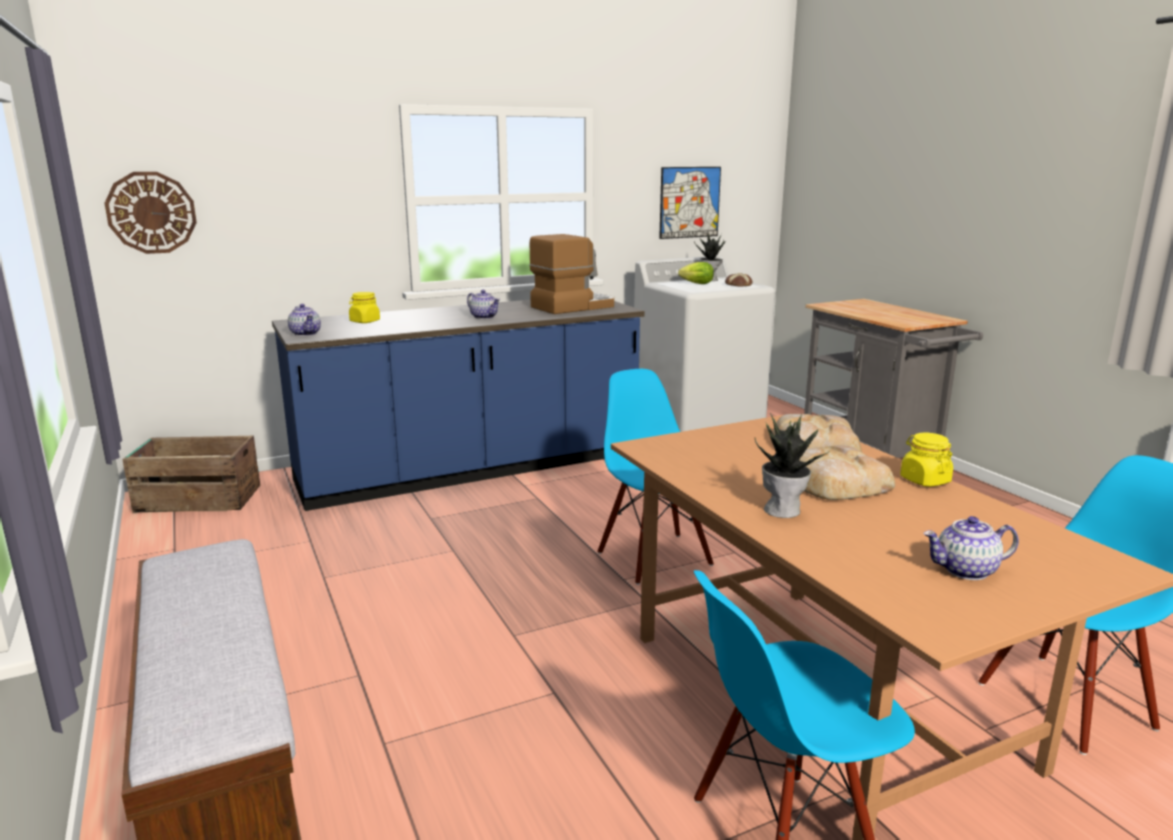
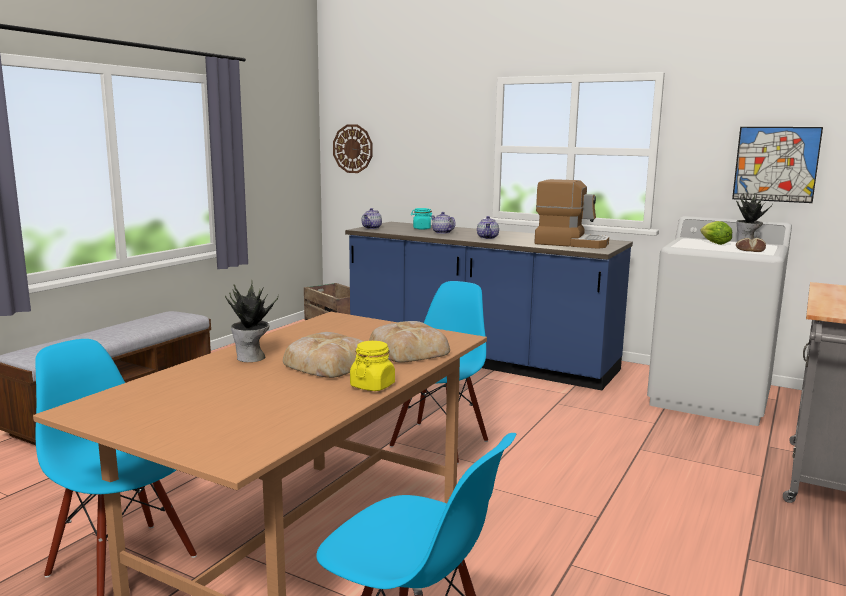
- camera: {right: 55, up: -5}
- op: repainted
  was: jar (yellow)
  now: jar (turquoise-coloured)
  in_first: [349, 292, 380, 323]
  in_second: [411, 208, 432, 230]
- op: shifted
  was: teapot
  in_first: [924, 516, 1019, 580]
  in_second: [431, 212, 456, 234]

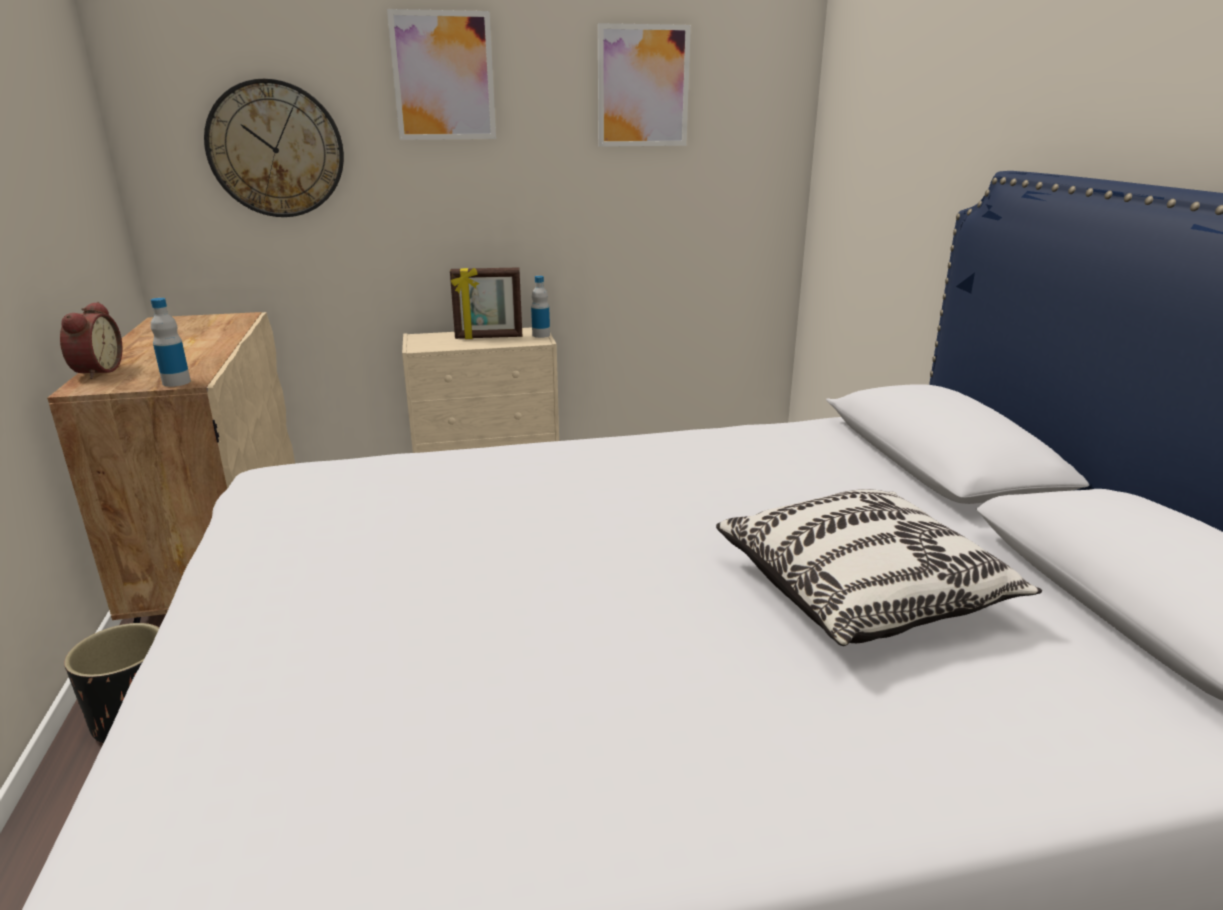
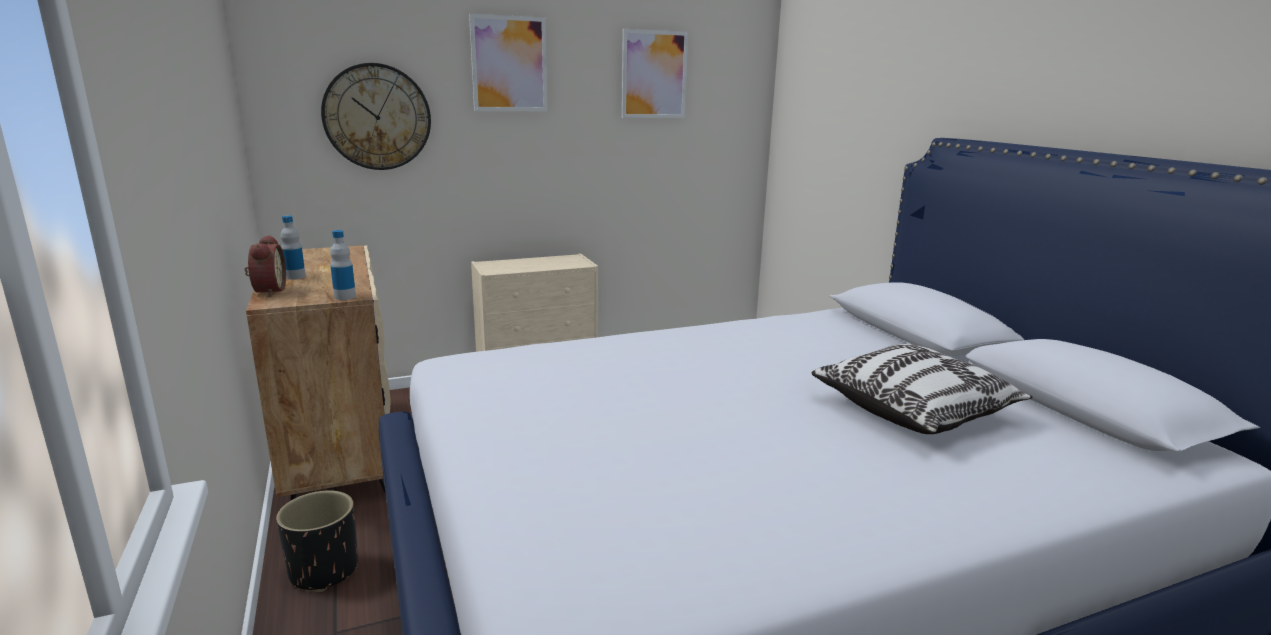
- camera: {right: -10, up: -5}
- op: gone
  was: standing frame
  in_first: [450, 267, 522, 339]
- op: shifted
  was: drink bottle
  in_first: [531, 276, 550, 338]
  in_second: [280, 216, 306, 280]

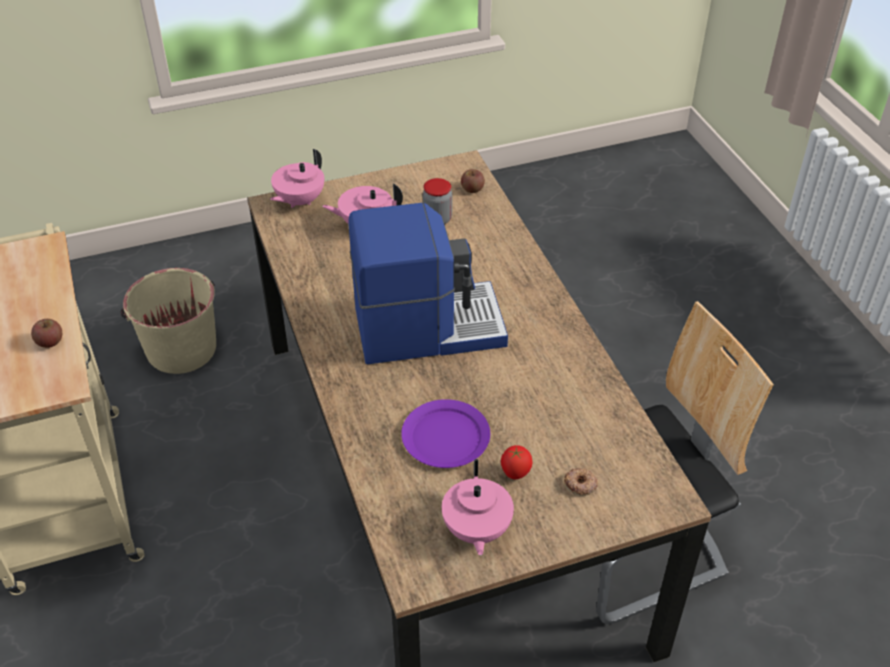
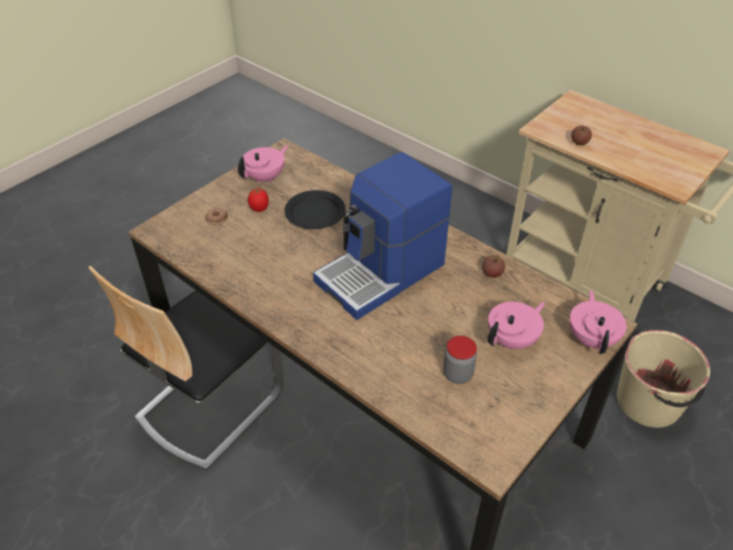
- camera: {right: 150, up: 0}
- op: repainted
  was: dinner plate (purple-coloured)
  now: dinner plate (black-coloured)
  in_first: [401, 399, 490, 468]
  in_second: [284, 190, 345, 229]
- op: rotated
  was: teapot (pinkish)
  in_first: [442, 459, 514, 556]
  in_second: [238, 145, 288, 183]
  clockwise: 75
- op: shifted
  was: apple
  in_first: [461, 169, 485, 193]
  in_second: [482, 255, 505, 278]

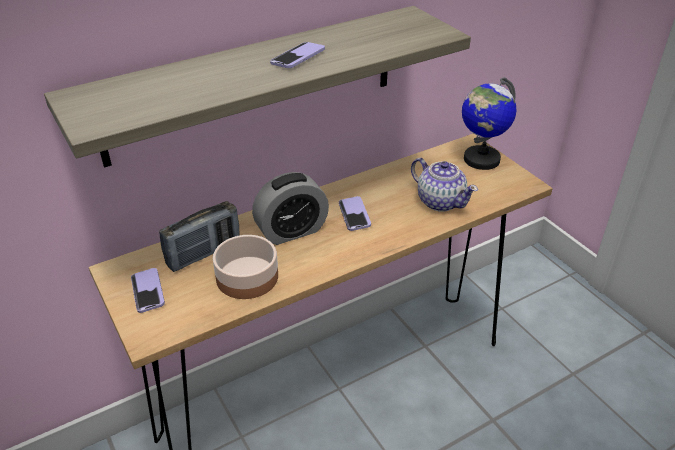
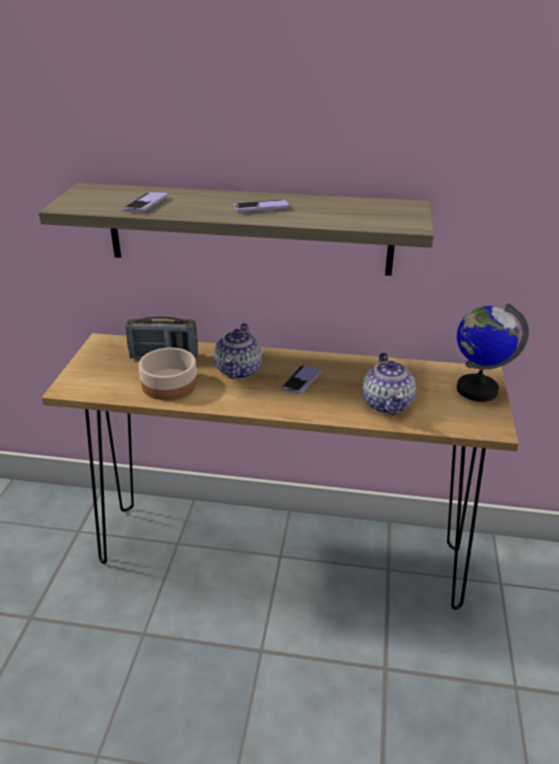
- camera: {right: 40, up: -5}
- op: shifted
  was: telephone
  in_first: [131, 268, 165, 313]
  in_second: [122, 192, 168, 212]
- op: swapped
  was: alarm clock
  now: teapot
  in_first: [252, 172, 329, 245]
  in_second: [214, 323, 263, 379]

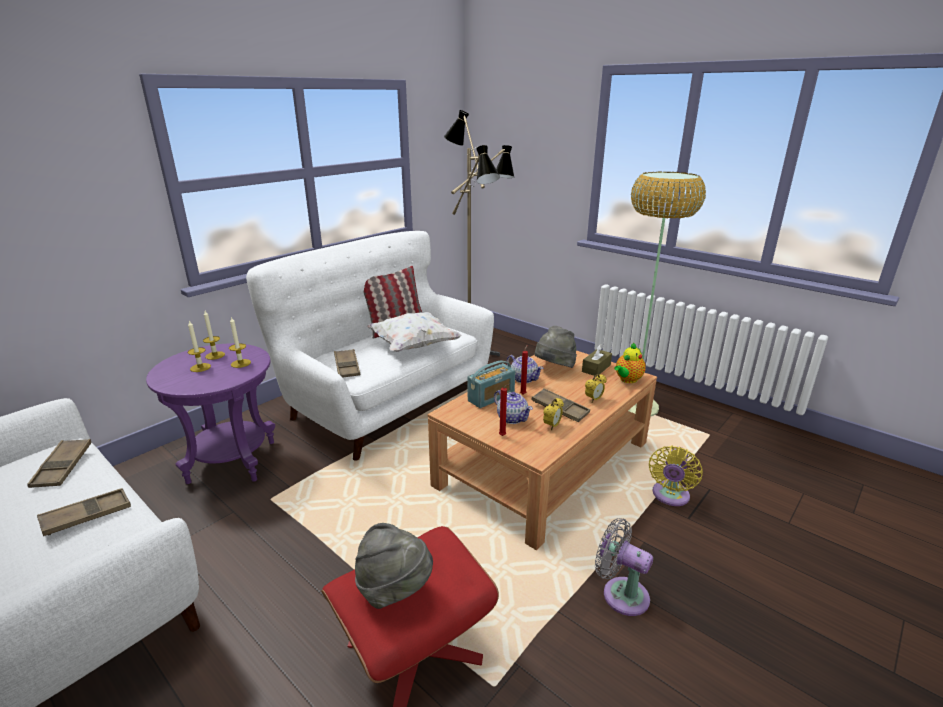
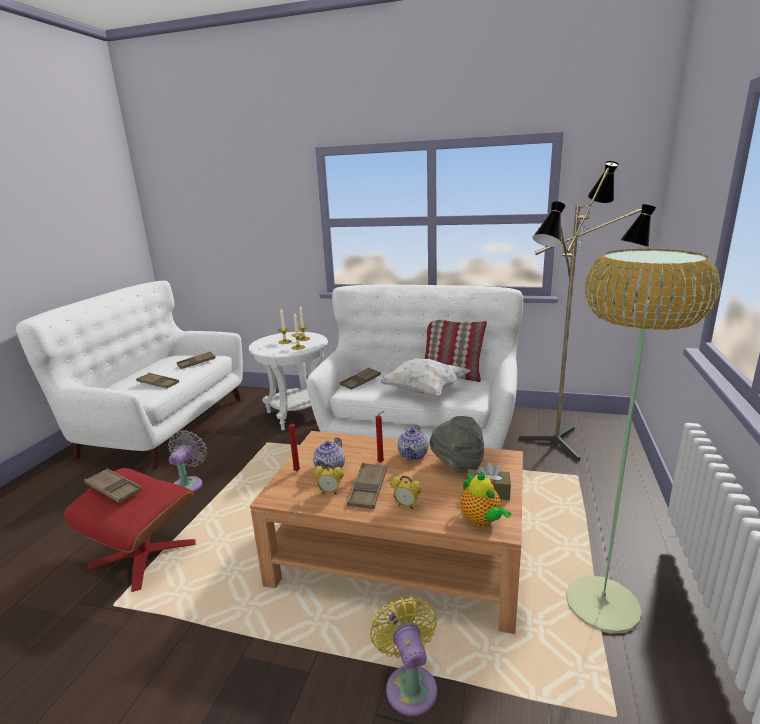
- camera: {right: 65, up: -5}
- op: repainted
  was: accent table (purple-coloured)
  now: accent table (white)
  in_first: [146, 343, 275, 484]
  in_second: [249, 332, 328, 430]
- op: swapped
  was: hat (grey)
  now: carrying tray (brownish)
  in_first: [355, 523, 433, 609]
  in_second: [84, 468, 142, 503]
- op: gone
  was: radio
  in_first: [468, 361, 515, 408]
- op: shifted
  was: fan (grey)
  in_first: [595, 518, 653, 616]
  in_second: [168, 430, 207, 492]
- op: rotated
  was: teapot
  in_first: [614, 343, 646, 383]
  in_second: [460, 472, 511, 527]
  clockwise: -135
- op: rotated
  was: fan (yellow)
  in_first: [649, 446, 703, 506]
  in_second: [370, 596, 437, 716]
  clockwise: 75

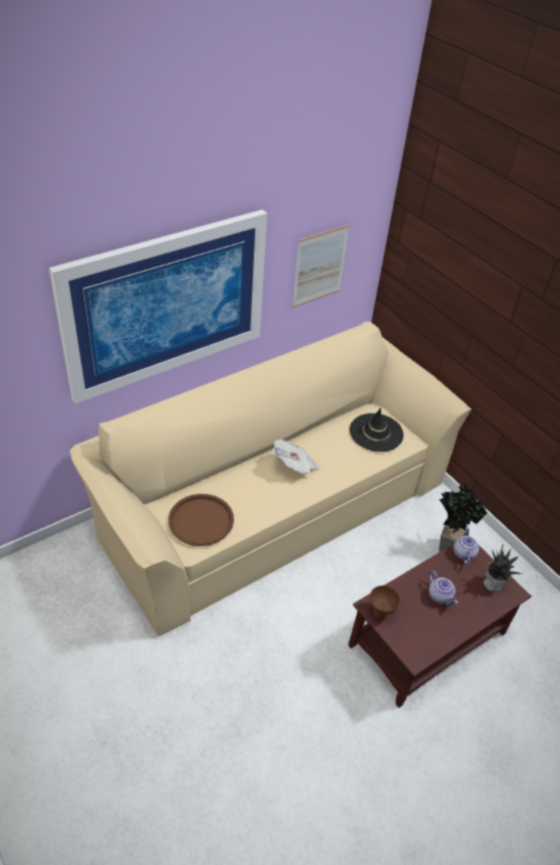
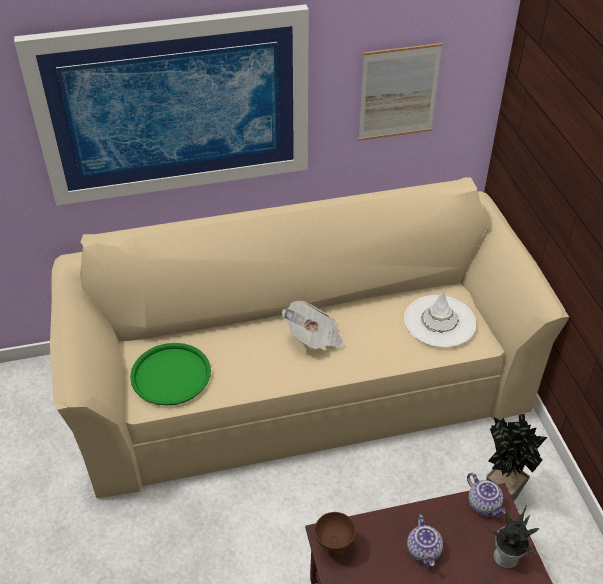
- camera: {right: 25, up: 0}
- op: repainted
  was: carrying tray (brownish)
  now: carrying tray (green)
  in_first: [168, 494, 234, 546]
  in_second: [130, 343, 211, 406]
- op: repainted
  was: hat (black-coloured)
  now: hat (white)
  in_first: [350, 408, 404, 452]
  in_second: [404, 289, 476, 348]
- op: rotated
  was: teapot
  in_first: [453, 527, 479, 565]
  in_second: [467, 473, 507, 518]
  clockwise: 120

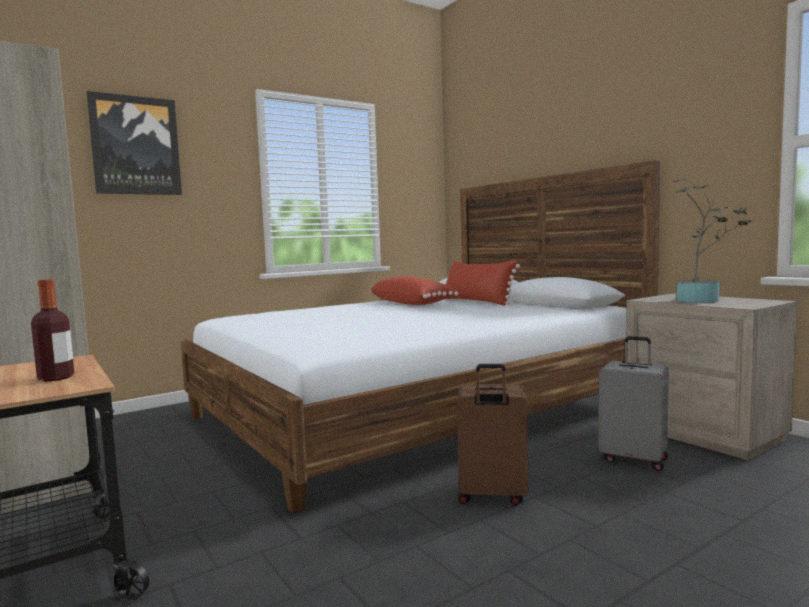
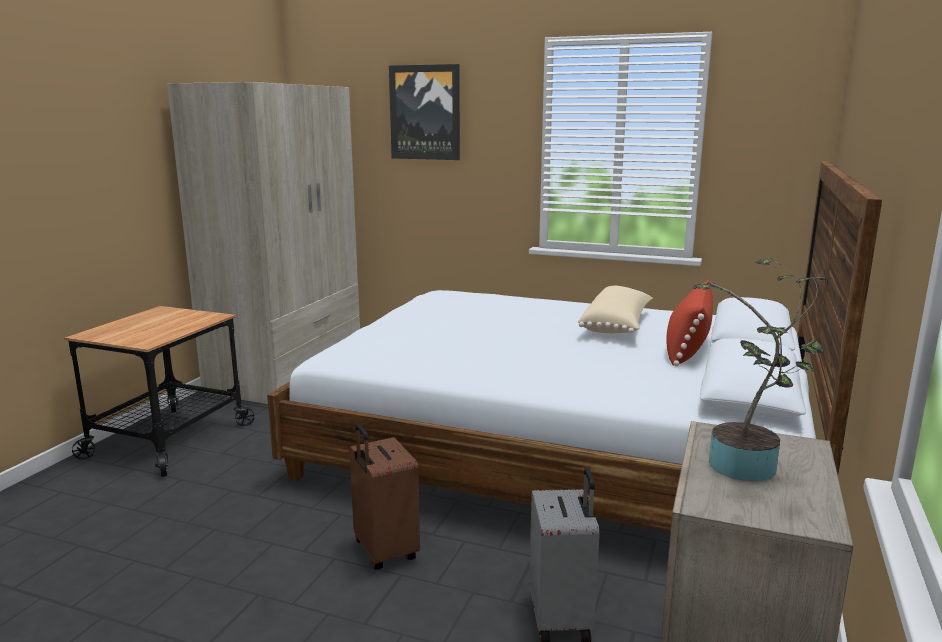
- camera: {right: 55, up: 10}
- op: gone
  was: drink bottle
  in_first: [31, 279, 74, 382]
- op: repainted
  was: throw pillow (red)
  now: throw pillow (sand-coloured)
  in_first: [370, 276, 460, 305]
  in_second: [578, 286, 653, 333]

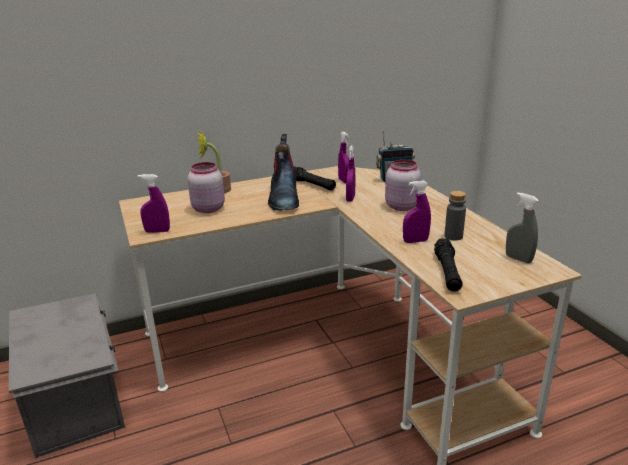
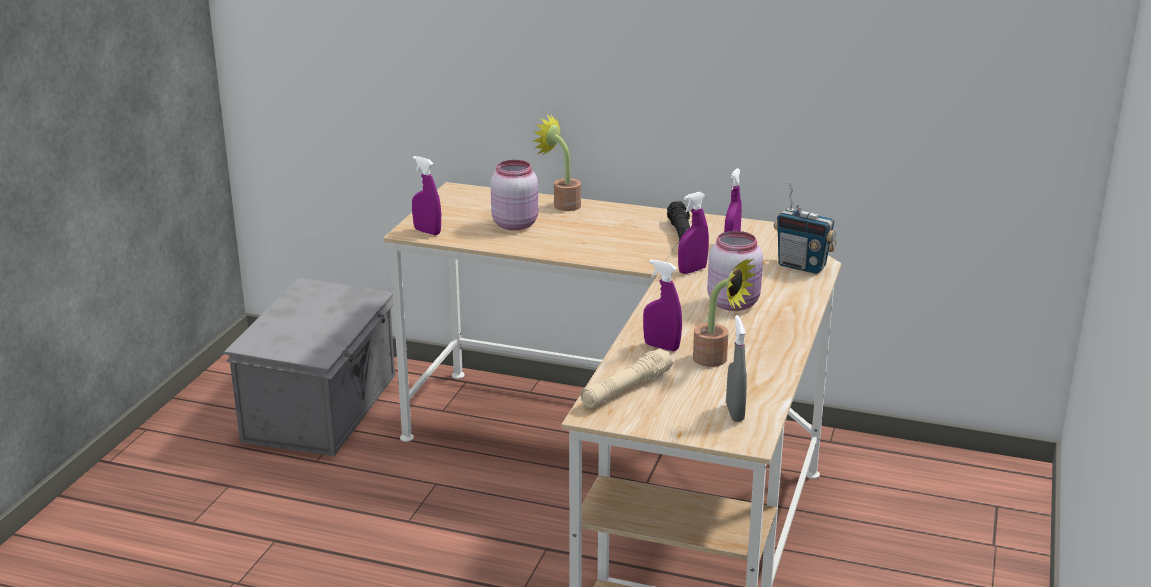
- camera: {right: 40, up: 0}
- op: gone
  was: high-top boot
  in_first: [268, 134, 299, 211]
- op: repainted
  was: flashlight (black-coloured)
  now: flashlight (sand-coloured)
  in_first: [434, 238, 463, 292]
  in_second: [580, 348, 673, 408]
- op: swapped
  was: drink bottle (grey)
  now: houseplant
  in_first: [445, 191, 466, 241]
  in_second: [693, 258, 756, 367]

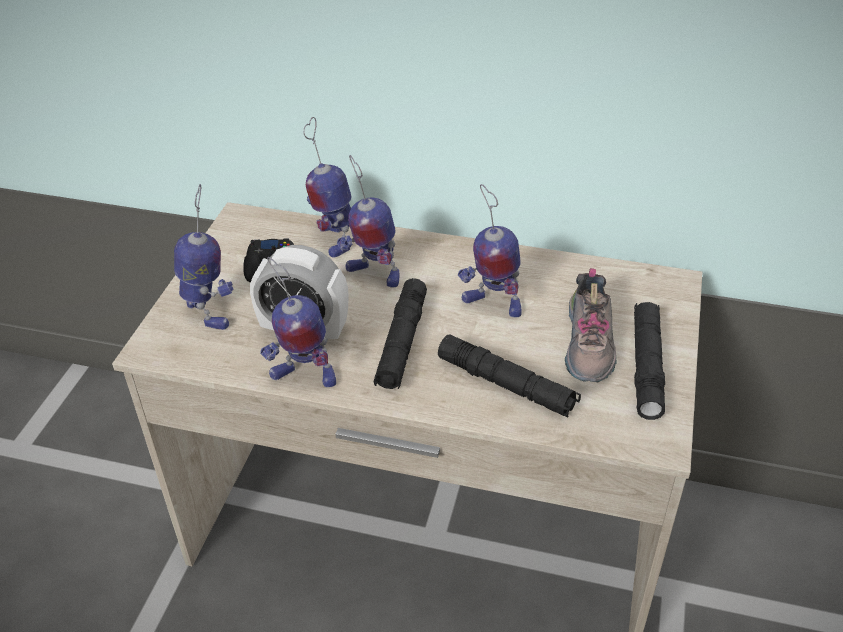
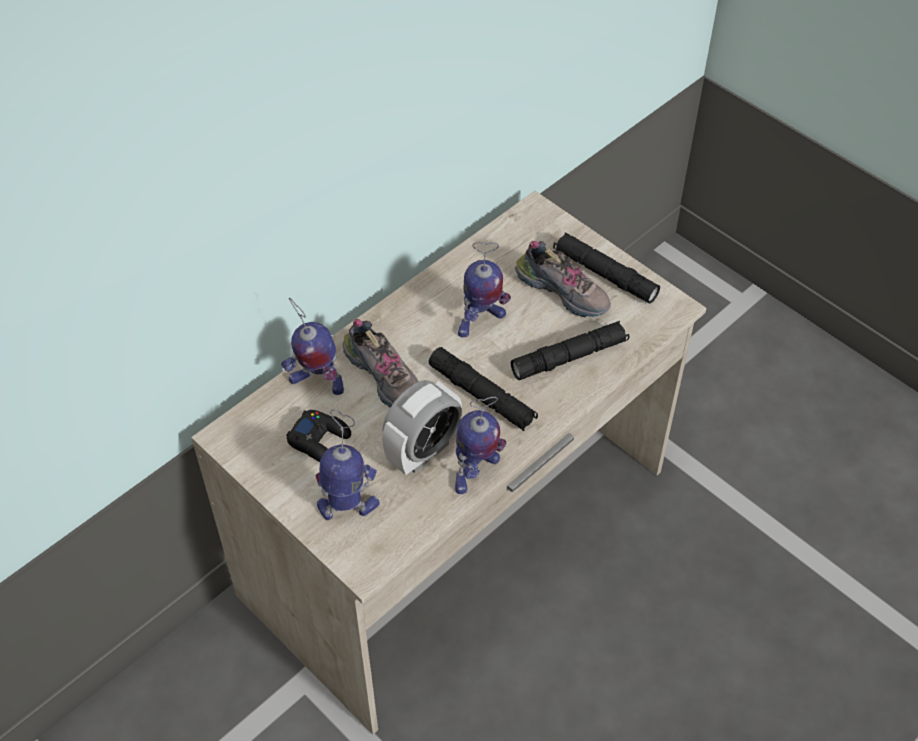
- camera: {right: -60, up: 10}
- op: swapped
  was: toy robot
  now: low shoe
  in_first: [337, 155, 399, 288]
  in_second: [343, 319, 419, 408]

